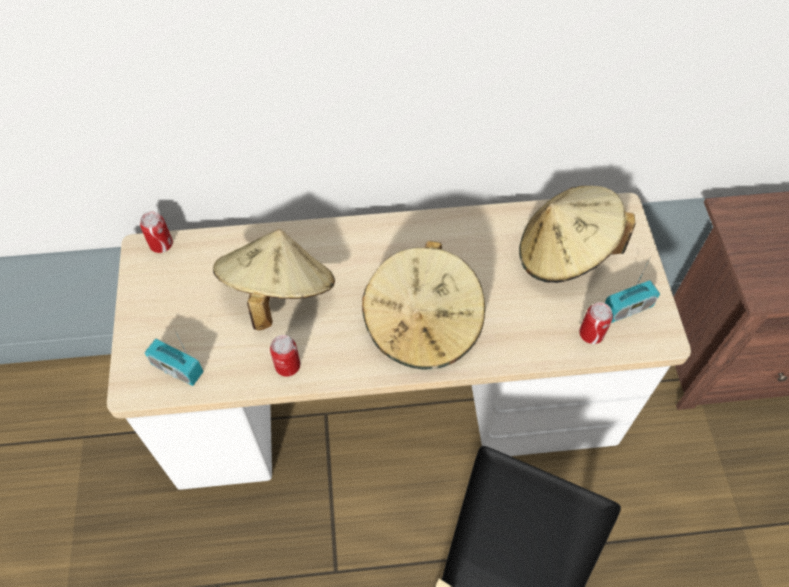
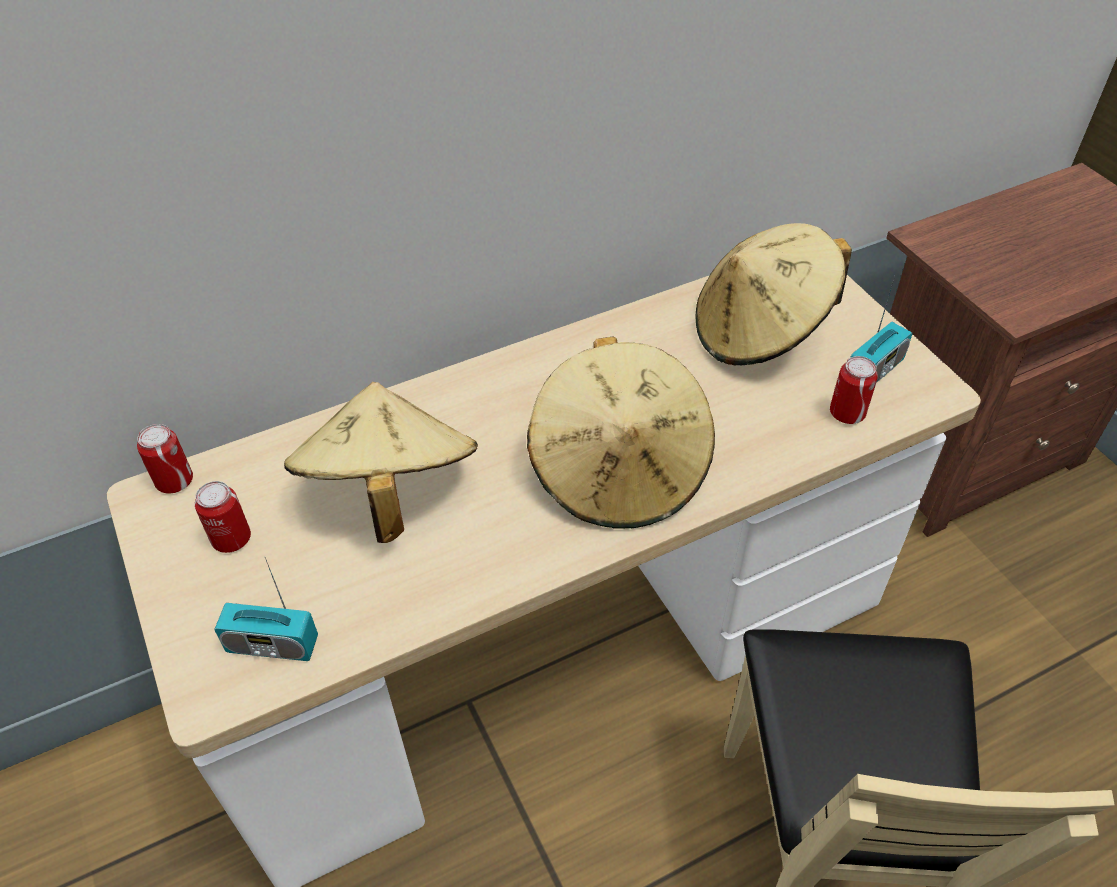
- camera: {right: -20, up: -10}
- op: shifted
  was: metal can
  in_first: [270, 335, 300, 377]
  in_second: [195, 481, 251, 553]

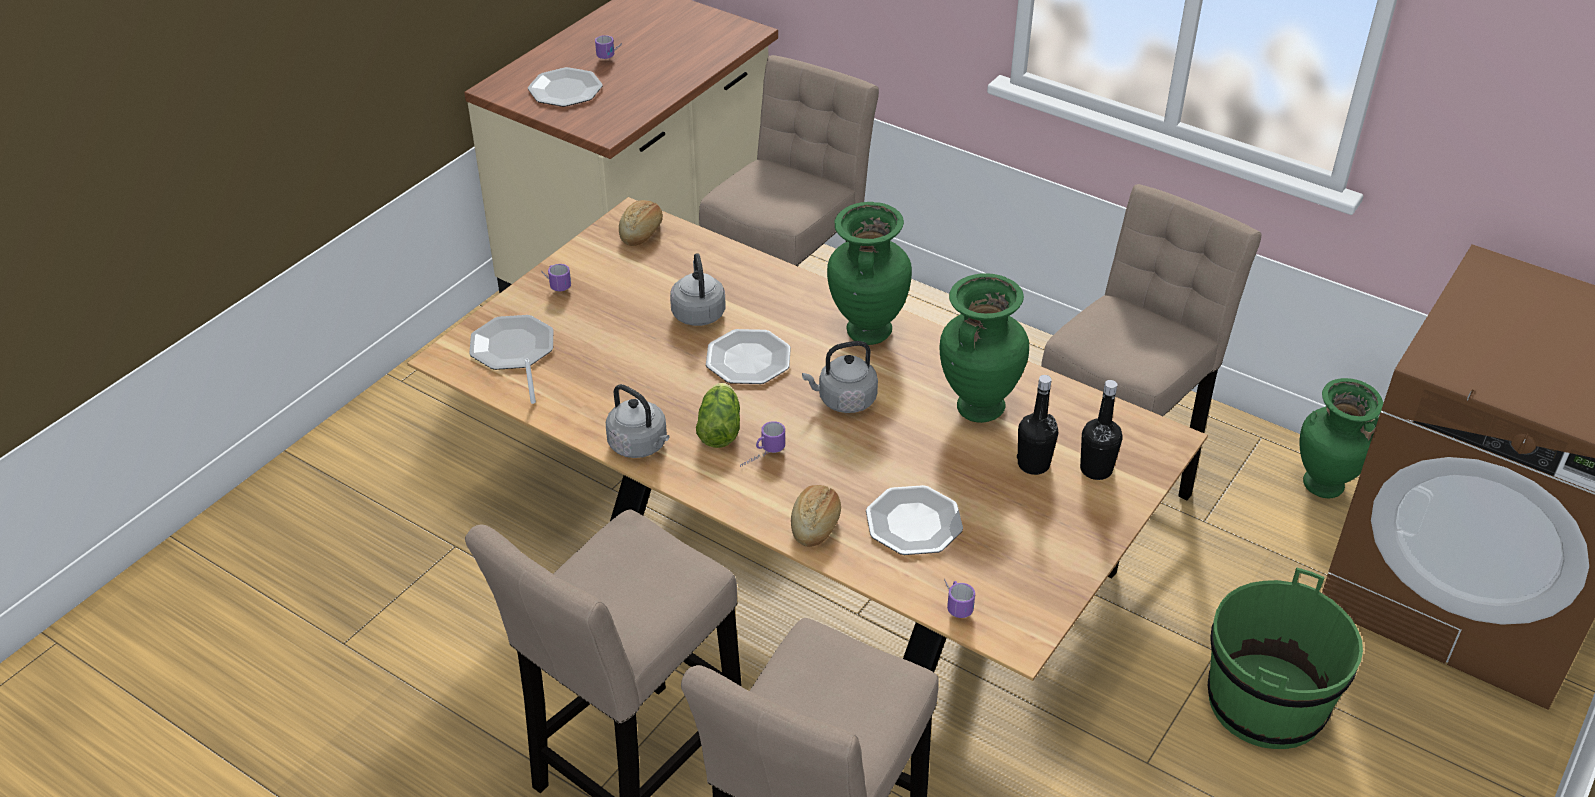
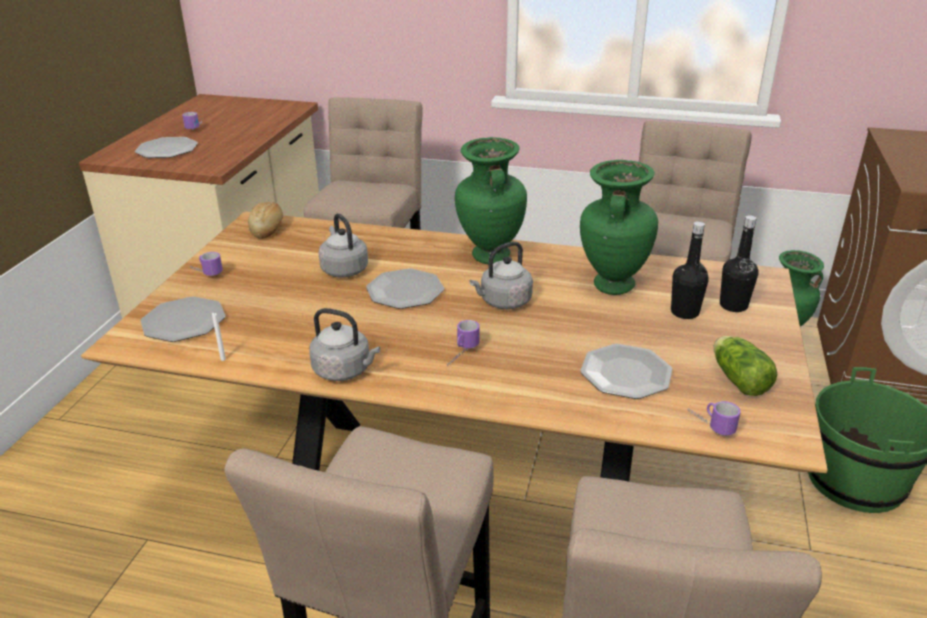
- camera: {right: -20, up: -10}
- op: shifted
  was: lettuce
  in_first: [696, 383, 740, 448]
  in_second: [714, 336, 777, 396]
- op: gone
  was: baked bread
  in_first: [791, 485, 841, 547]

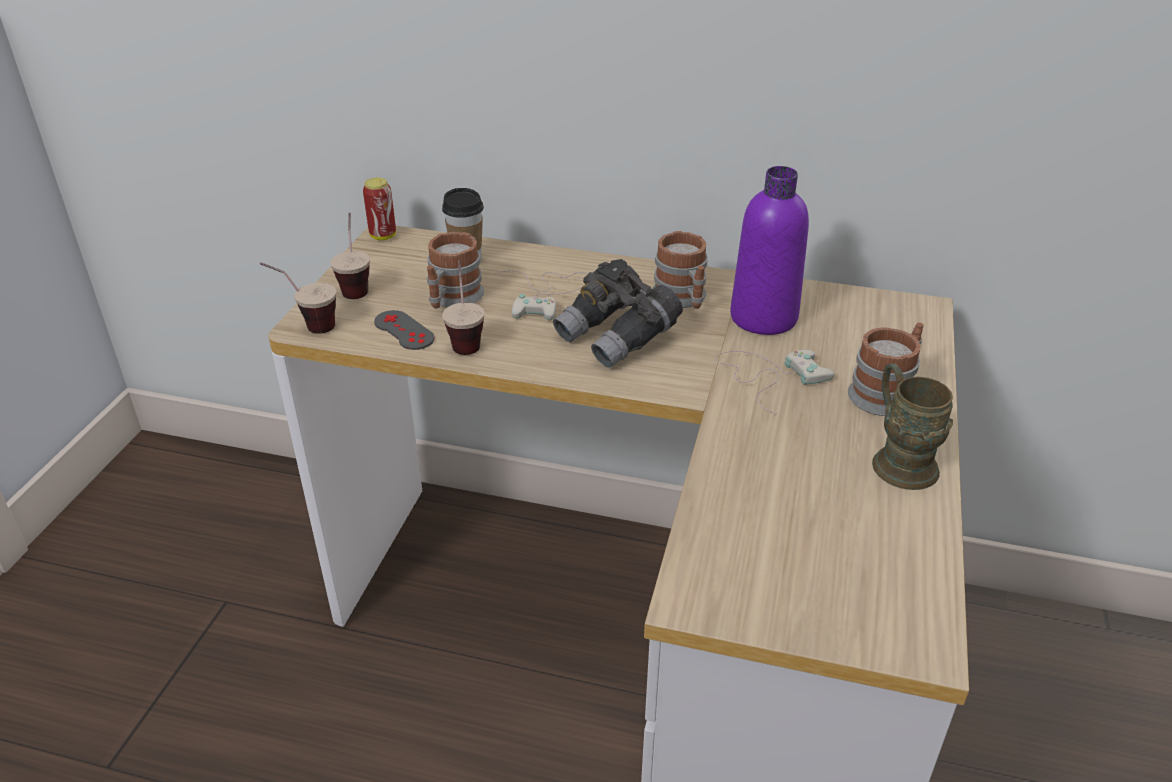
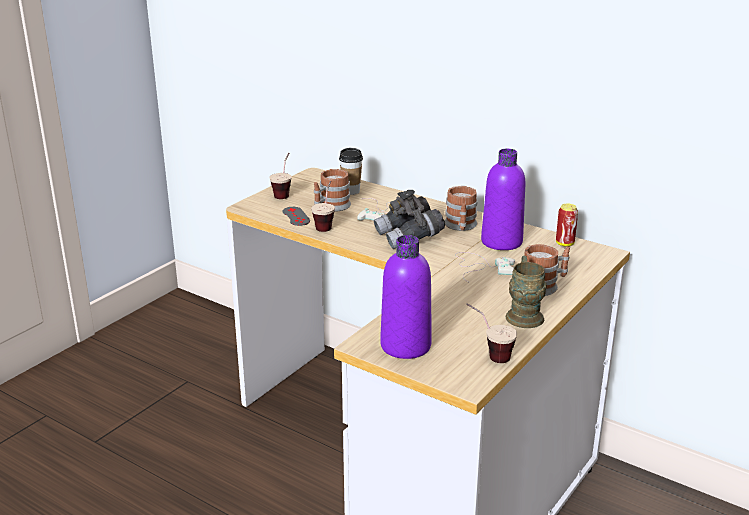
- camera: {right: 20, up: -10}
- op: shifted
  was: small cup
  in_first: [260, 262, 336, 334]
  in_second: [466, 303, 517, 363]
- op: shifted
  was: metal can
  in_first: [363, 178, 396, 240]
  in_second: [556, 203, 578, 246]
- op: new
  now: drink bottle (purple-coloured)
  in_second: [380, 235, 432, 359]

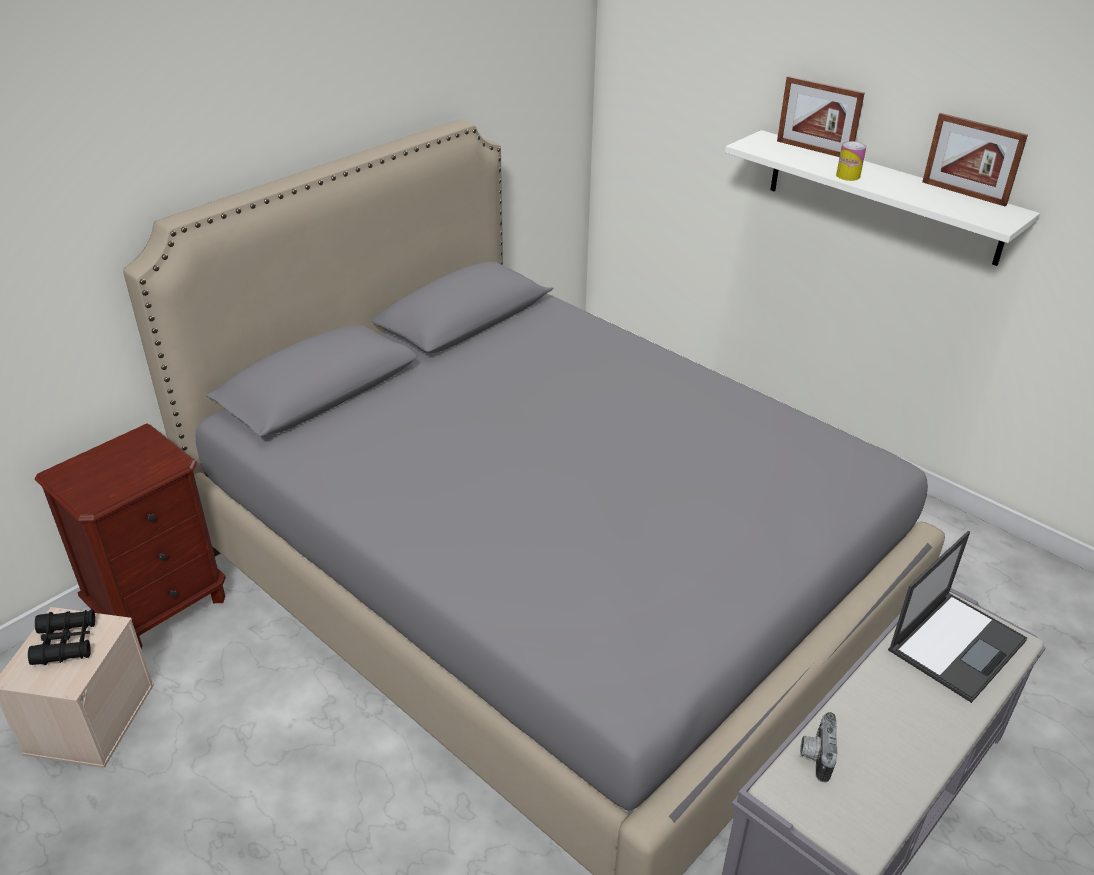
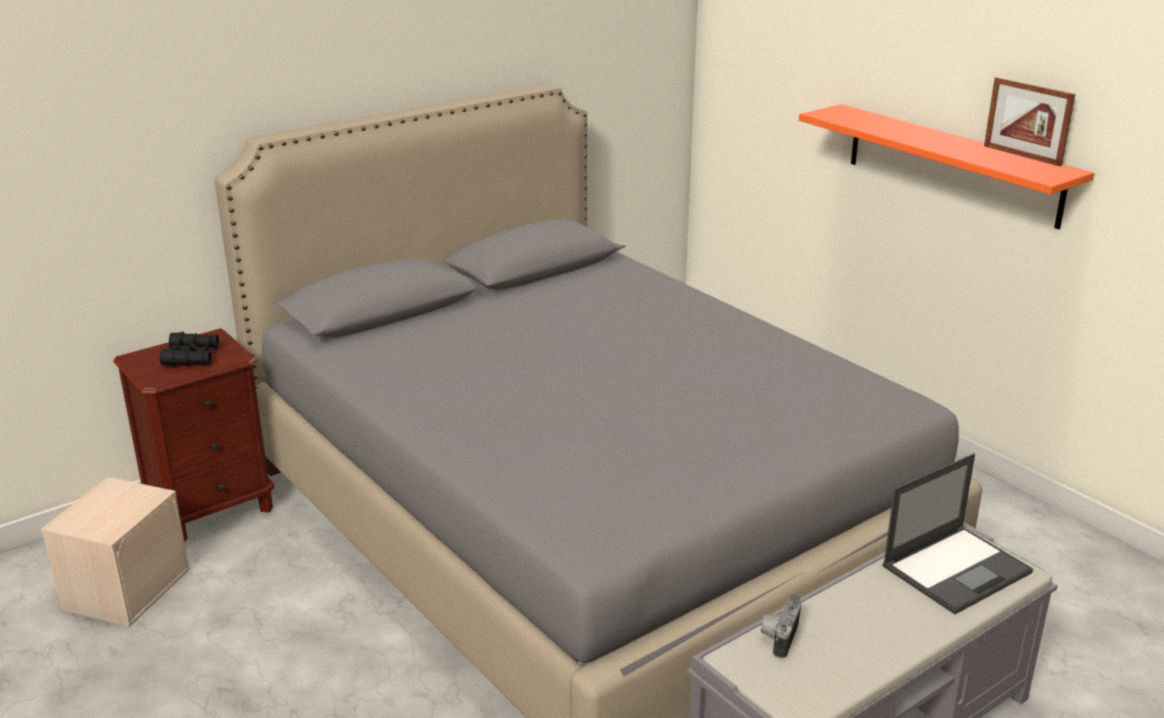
- camera: {right: 10, up: -10}
- op: shifted
  was: pair of binoculars (black-coloured)
  in_first: [28, 609, 95, 665]
  in_second: [160, 332, 219, 367]
- op: repainted
  was: shelf (white)
  now: shelf (orangey)
  in_first: [725, 130, 1040, 266]
  in_second: [799, 104, 1094, 229]
- op: gone
  was: standing frame
  in_first: [777, 76, 865, 157]
- op: gone
  was: metal can
  in_first: [836, 141, 866, 181]

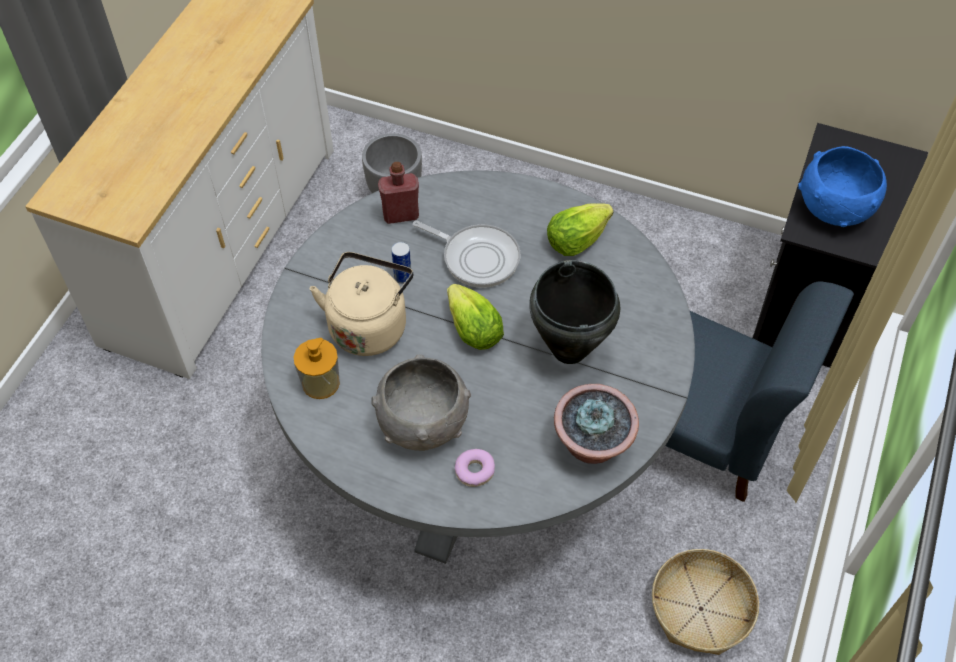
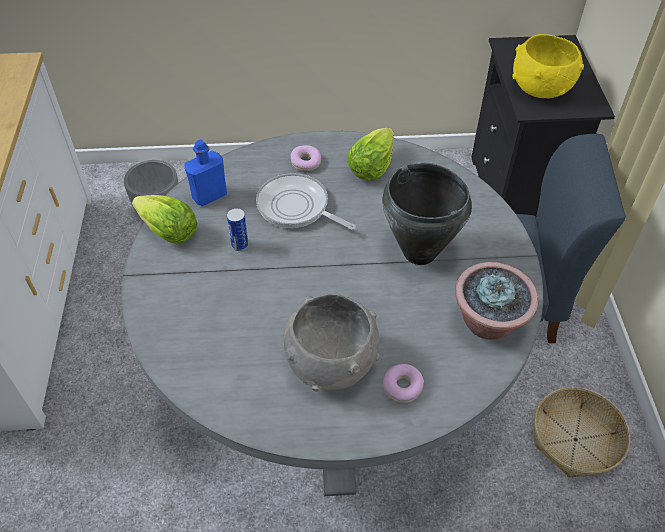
- camera: {right: -25, up: -5}
- op: gone
  was: soap bottle
  in_first: [293, 338, 340, 399]
- op: gone
  was: tea kettle (sand-coloured)
  in_first: [310, 252, 413, 356]
- op: repainted
  was: drink bottle (red)
  now: drink bottle (blue-coloured)
  in_first: [378, 162, 419, 224]
  in_second: [184, 140, 227, 206]
- op: rotated
  was: skillet
  in_first: [413, 220, 520, 288]
  in_second: [256, 173, 356, 230]
  clockwise: -150
- op: shifted
  was: lettuce
  in_first: [447, 284, 504, 350]
  in_second: [132, 195, 198, 243]
- op: repainted
  was: serving bowl (blue-coloured)
  now: serving bowl (yellow)
  in_first: [798, 146, 887, 227]
  in_second: [512, 34, 584, 98]
- op: new
  now: doughnut
  in_second: [291, 145, 321, 171]

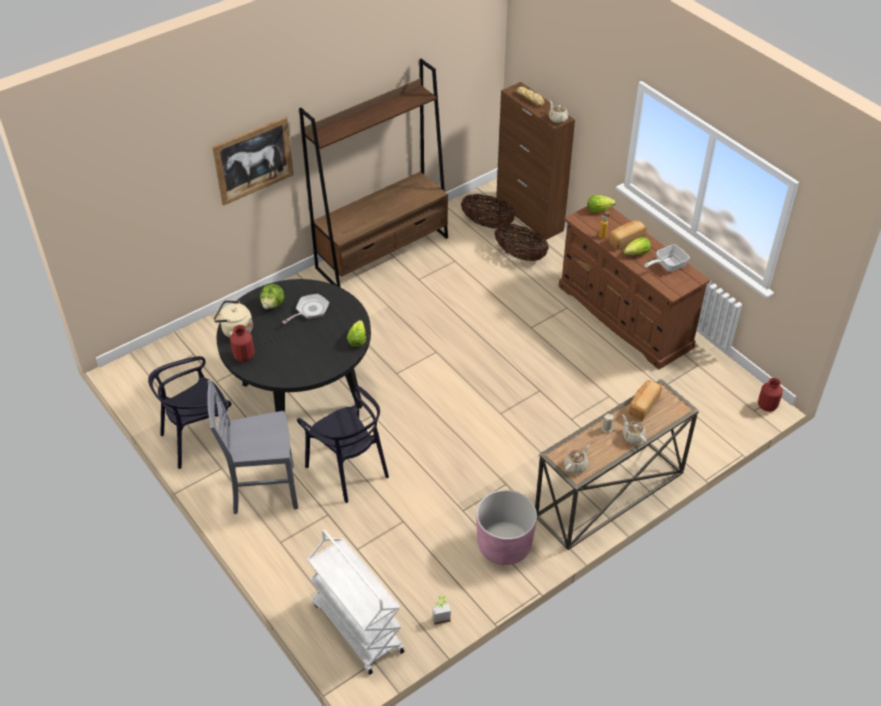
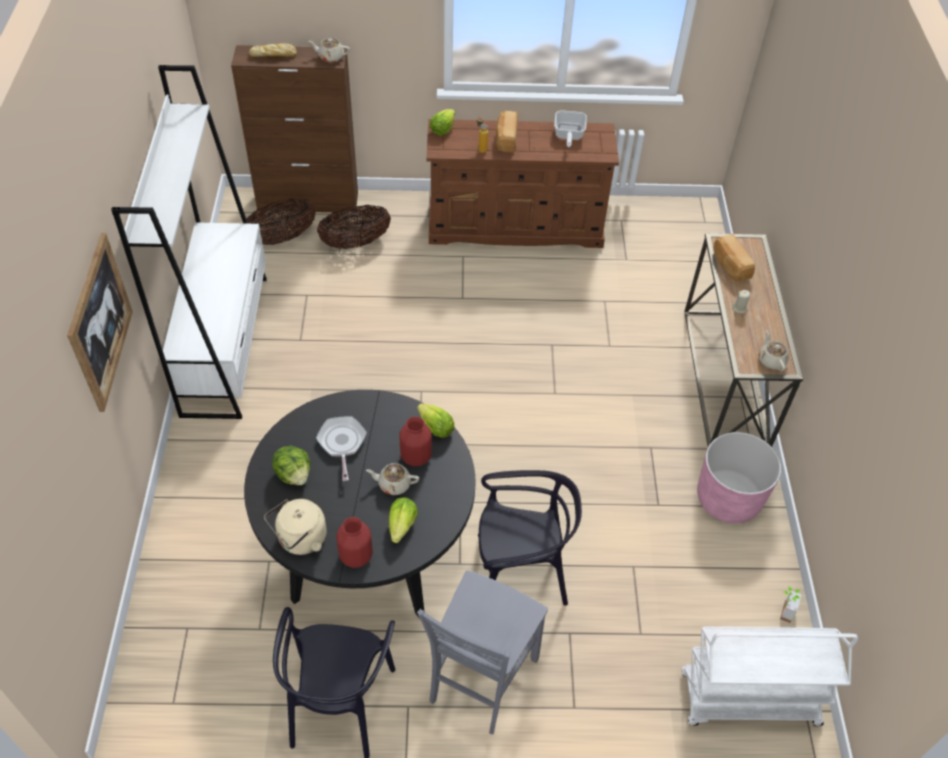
- camera: {right: -55, up: 5}
- op: repainted
  was: bookcase (brownish)
  now: bookcase (white)
  in_first: [299, 59, 448, 288]
  in_second: [111, 65, 267, 419]
- op: shifted
  was: teapot (sand-coloured)
  in_first: [622, 415, 647, 444]
  in_second: [366, 463, 419, 495]
- op: shifted
  was: lettuce
  in_first: [624, 237, 651, 255]
  in_second: [389, 497, 418, 543]
- op: shifted
  was: flower vase (red)
  in_first: [758, 378, 783, 412]
  in_second: [399, 417, 432, 466]

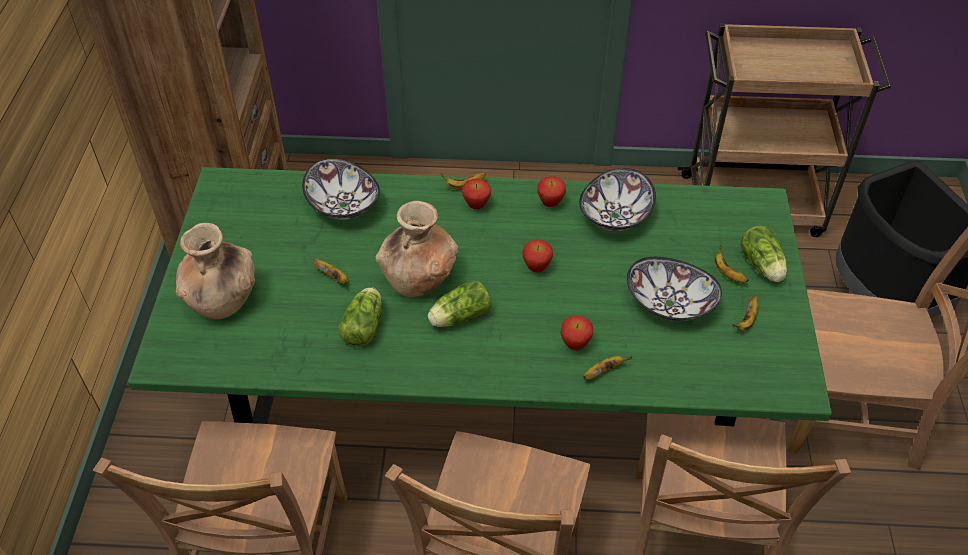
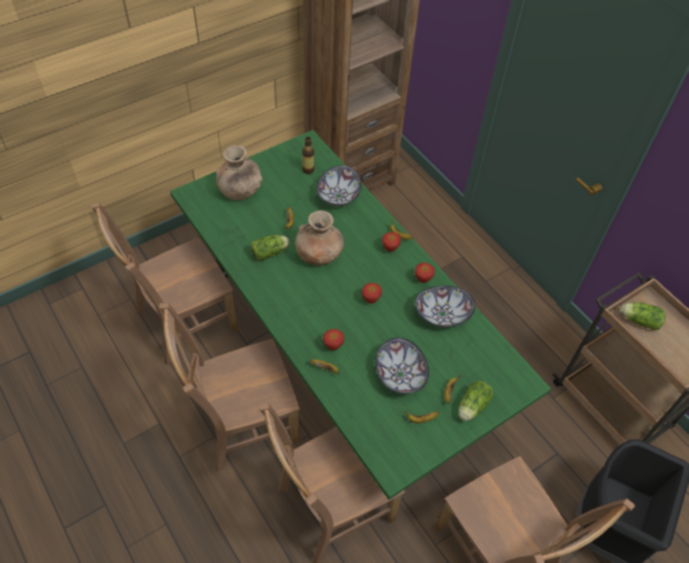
- camera: {right: 50, up: 5}
- op: shifted
  was: lettuce
  in_first: [428, 281, 491, 327]
  in_second: [621, 302, 665, 330]
- op: new
  now: drink bottle
  in_second: [302, 137, 314, 174]

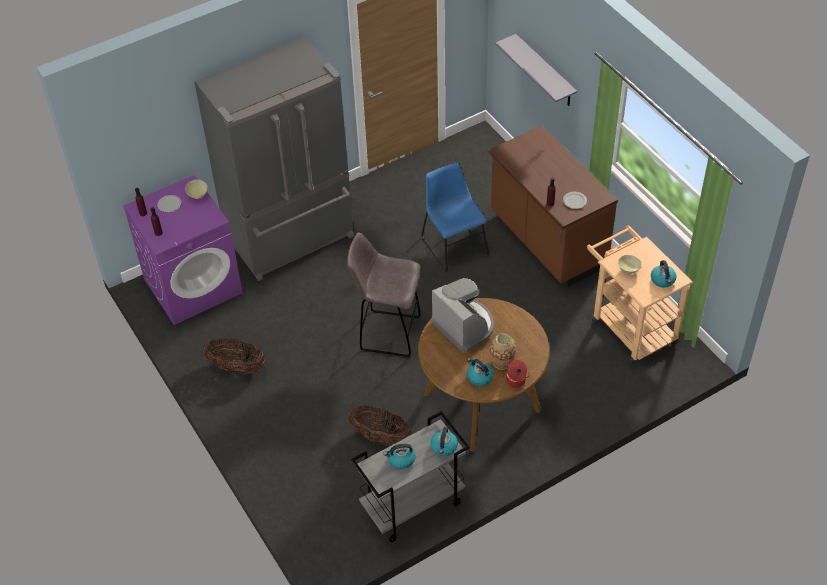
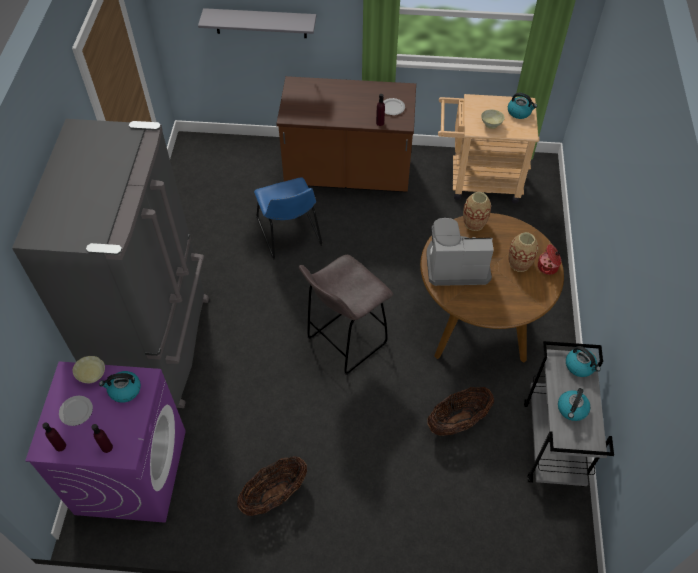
- camera: {right: -55, up: 5}
- op: rotated
  was: upright chair (blue-coloured)
  in_first: [421, 163, 489, 272]
  in_second: [254, 177, 322, 259]
  clockwise: -120
- op: shifted
  was: tea kettle
  in_first: [467, 358, 494, 386]
  in_second: [99, 371, 141, 403]
- op: new
  now: flower vase
  in_second: [463, 192, 491, 231]

